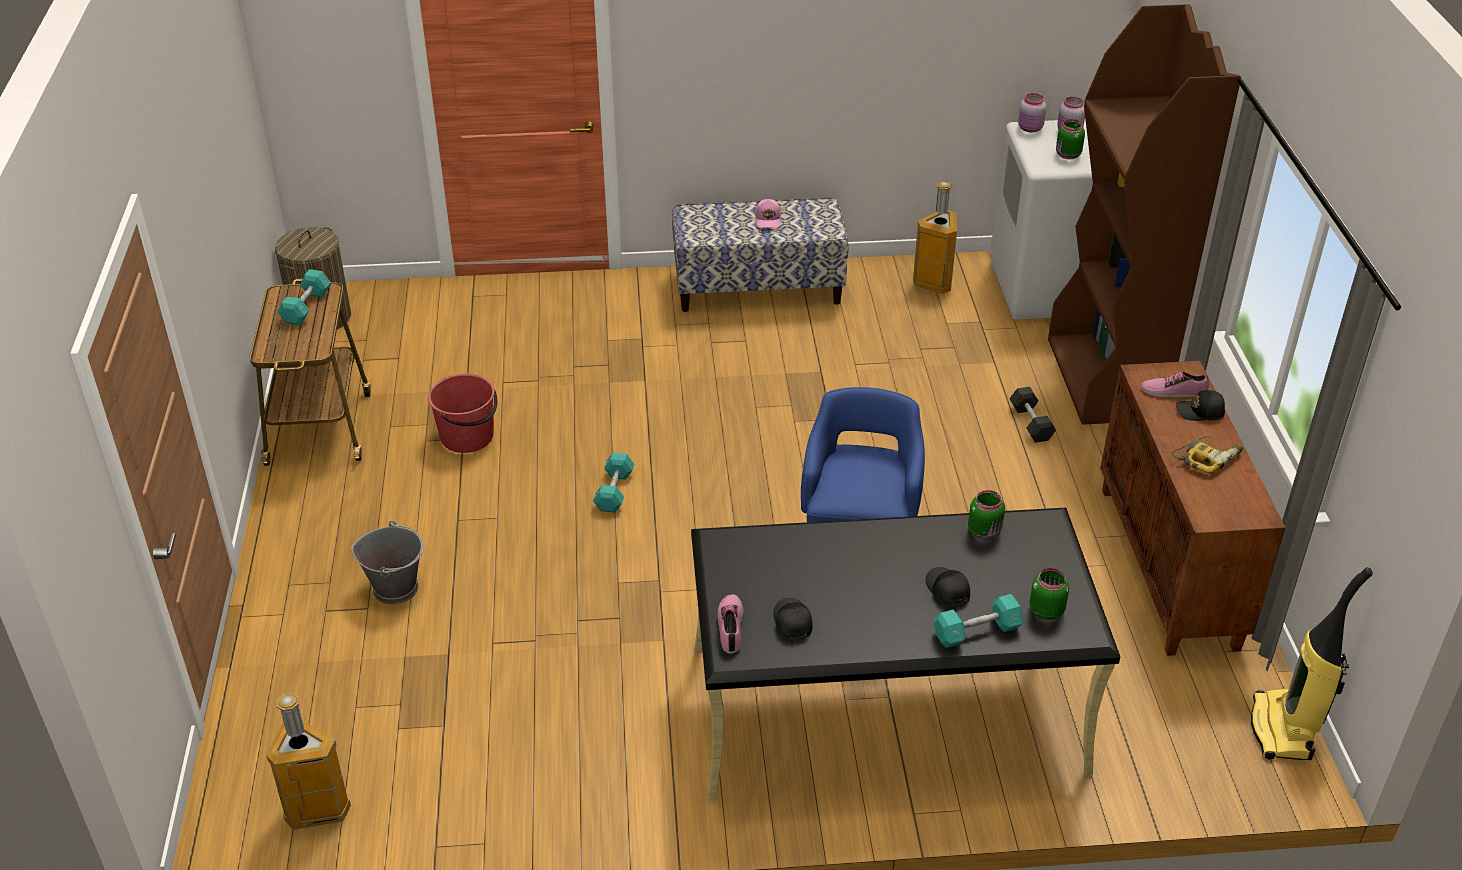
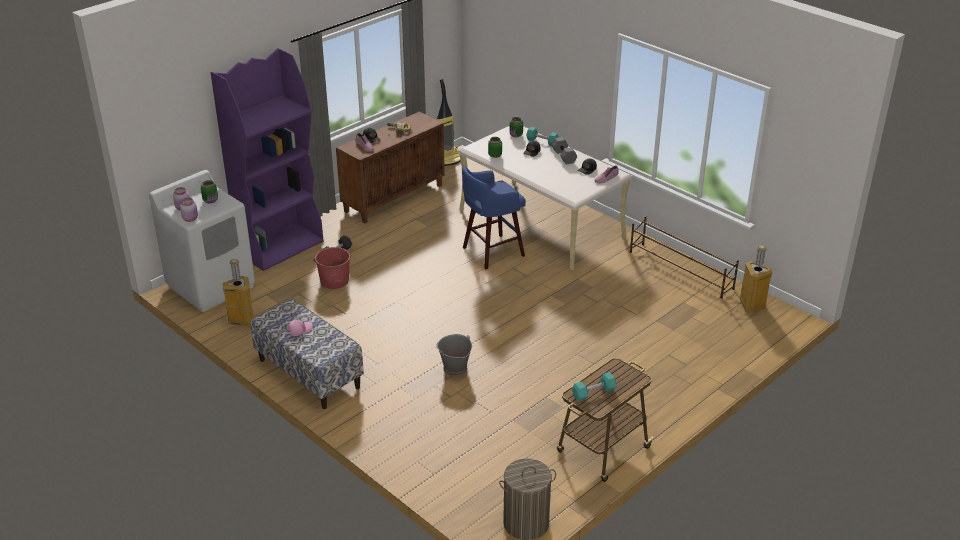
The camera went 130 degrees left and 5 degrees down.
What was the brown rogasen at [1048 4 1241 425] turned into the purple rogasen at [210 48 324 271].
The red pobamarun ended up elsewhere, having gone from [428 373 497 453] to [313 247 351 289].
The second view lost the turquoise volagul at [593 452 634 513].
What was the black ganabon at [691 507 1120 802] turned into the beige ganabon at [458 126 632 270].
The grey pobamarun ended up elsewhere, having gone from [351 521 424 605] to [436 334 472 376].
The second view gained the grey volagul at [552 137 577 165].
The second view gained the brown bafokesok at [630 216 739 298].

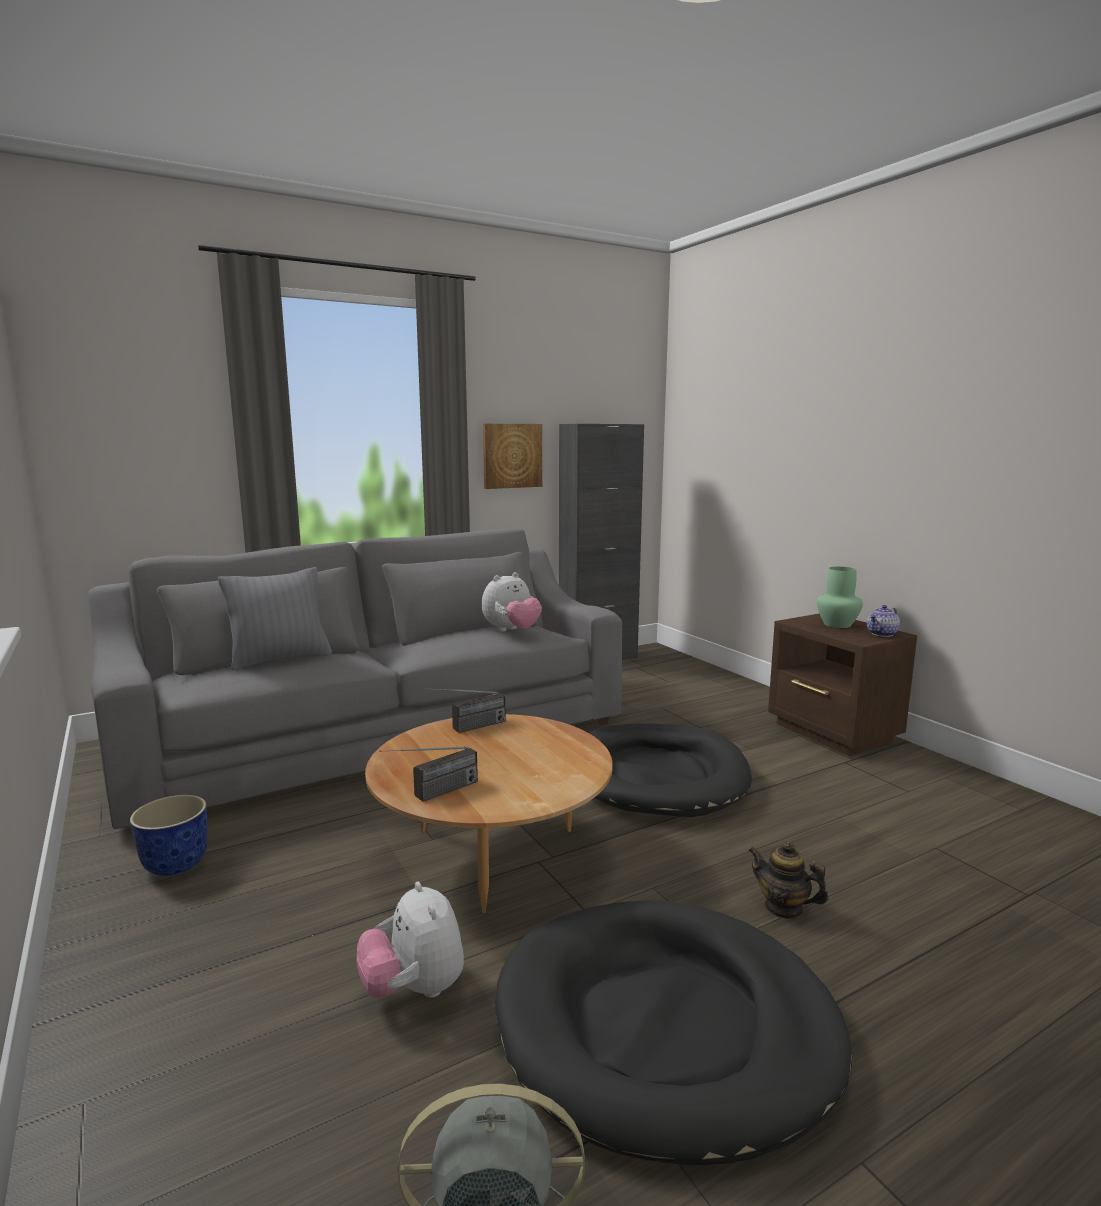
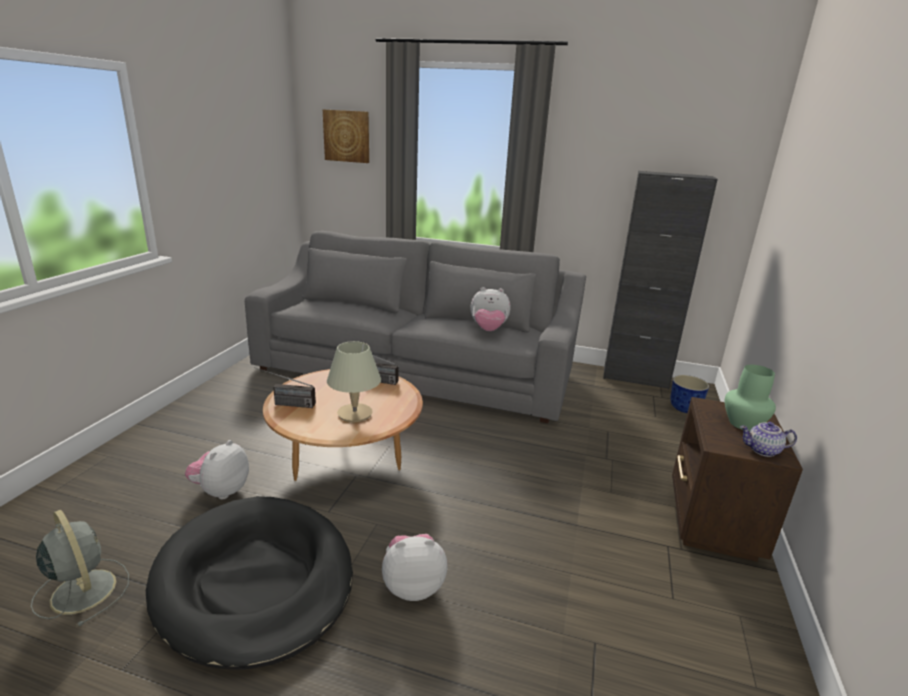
The camera went 45 degrees right and 10 degrees up.
The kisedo ended up elsewhere, having gone from [483 424 542 489] to [323 110 369 163].
The second view lost the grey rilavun at [218 567 332 670].
The second view lost the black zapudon at [589 723 752 817].
The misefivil ended up elsewhere, having gone from [130 795 208 876] to [670 375 709 413].
Where the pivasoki stood at [748 841 828 920], the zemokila came to stand at [382 534 447 601].
The second view gained the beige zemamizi at [327 341 381 422].

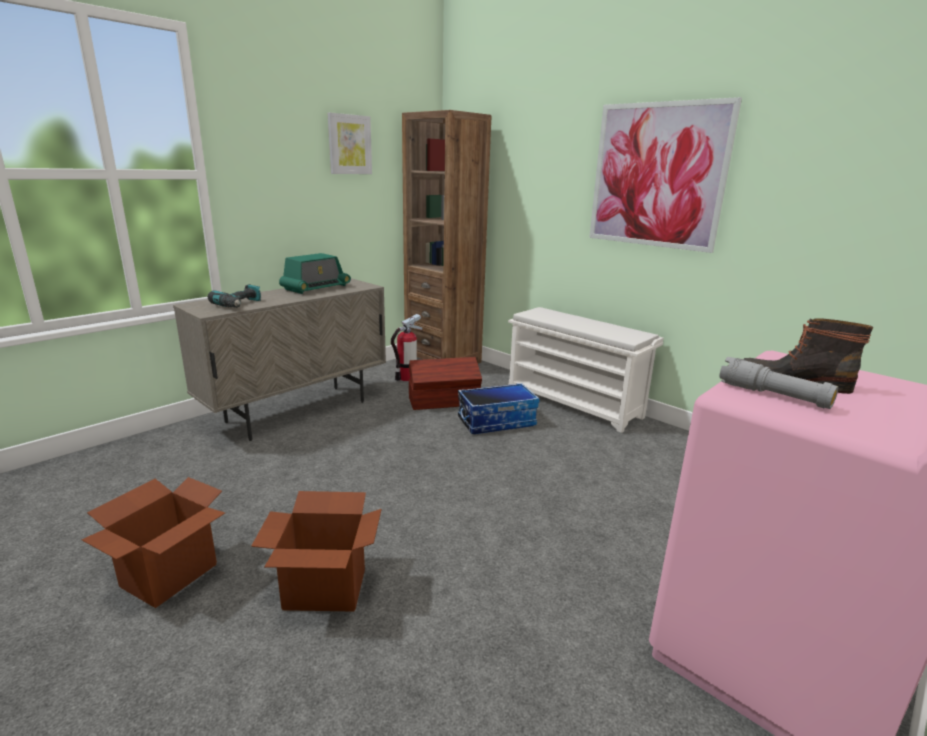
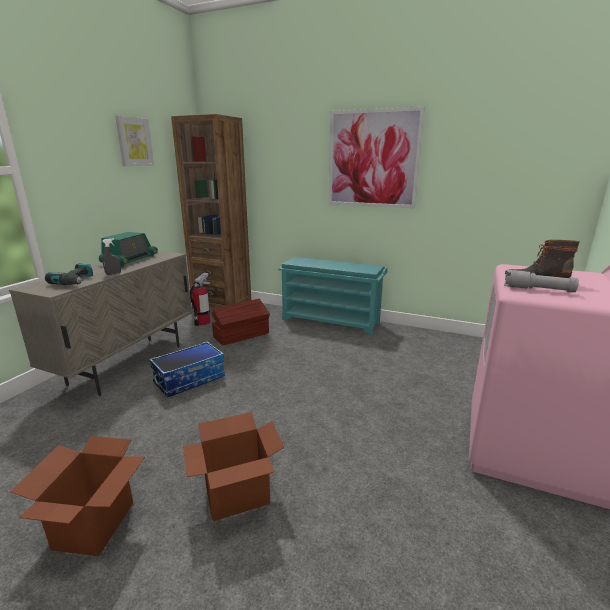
The camera went 20 degrees left and 0 degrees up.
What was the white bafokesok at [508 307 664 433] turned into the turquoise bafokesok at [278 257 388 335].
The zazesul ended up elsewhere, having gone from [458 383 540 434] to [149 341 225 397].
The second view gained the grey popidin at [102 238 121 275].

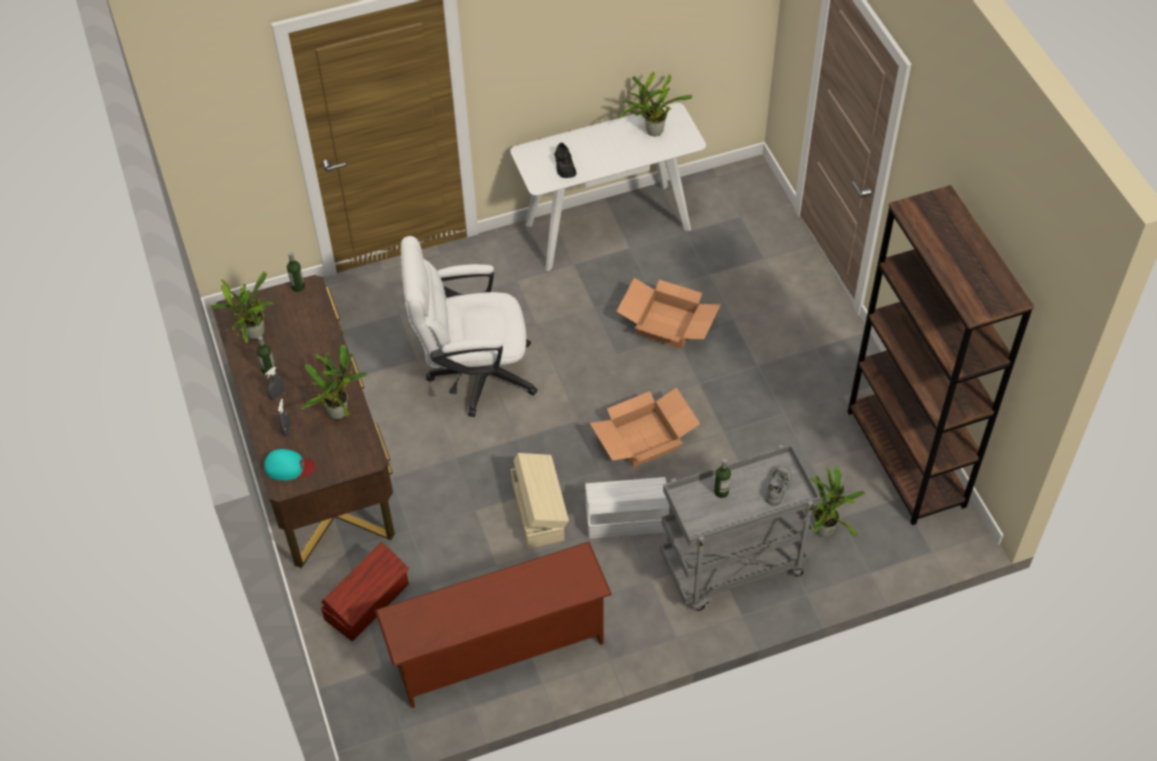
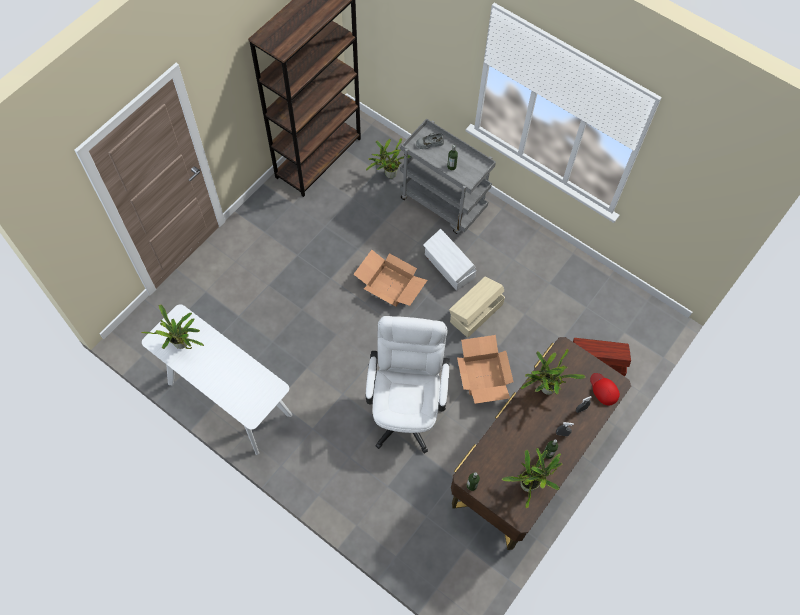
The camera went 125 degrees left and 10 degrees up.
The second view lost the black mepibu at [554 143 576 178].
The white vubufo at [401 236 538 417] ended up facing another way, 135 degrees counterclockwise from before.
The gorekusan ended up elsewhere, having gone from [616 278 720 349] to [457 335 514 404].
What was the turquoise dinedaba at [264 449 316 480] turned into the red dinedaba at [590 373 620 405].
The second view lost the brown bafokesok at [375 542 612 708].

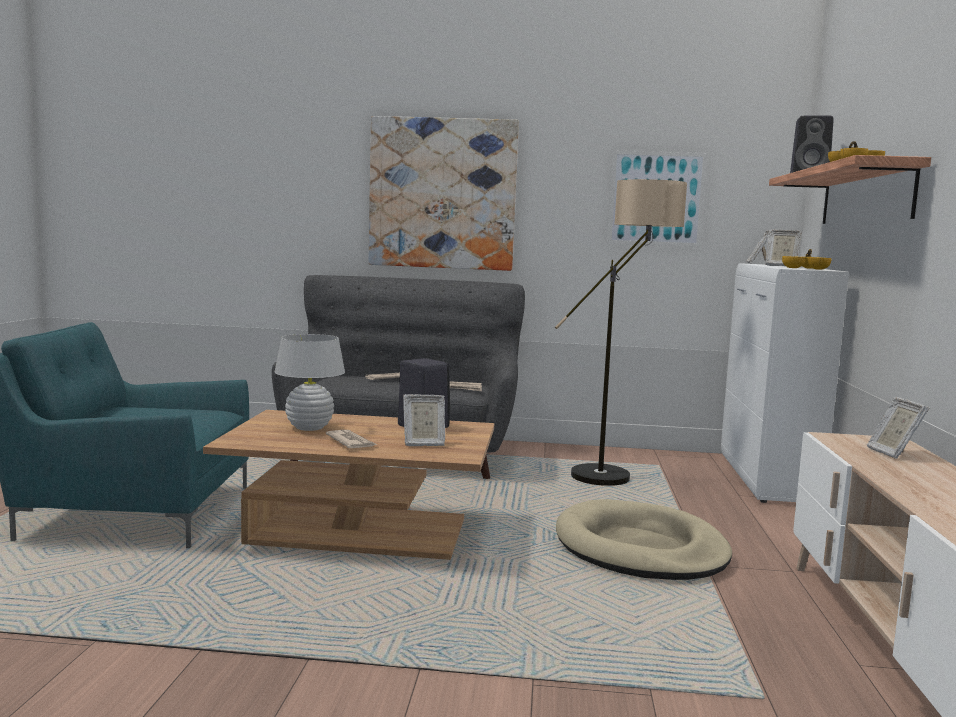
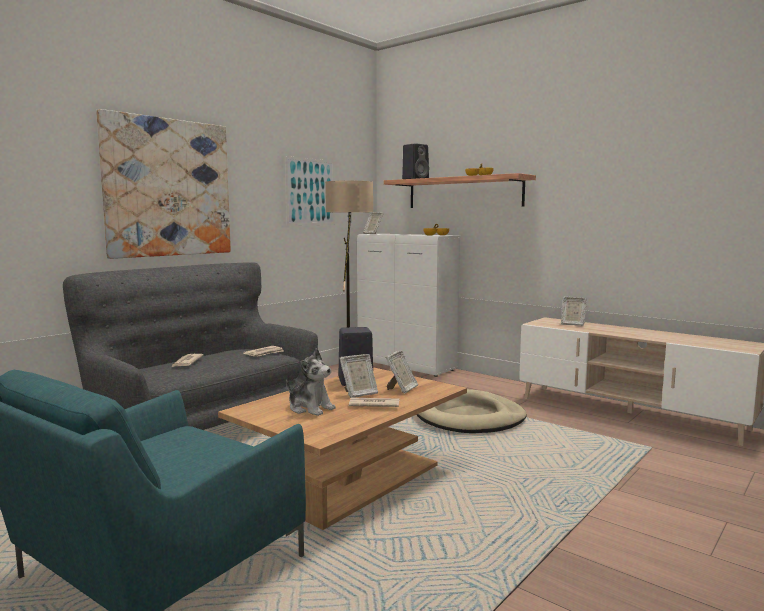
The camera went 55 degrees left and 0 degrees up.
The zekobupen ended up elsewhere, having gone from [765 230 802 266] to [339 354 378 398].
Where the white zemamizi stood at [274 334 345 431], the zemokila came to stand at [286 348 336 416].

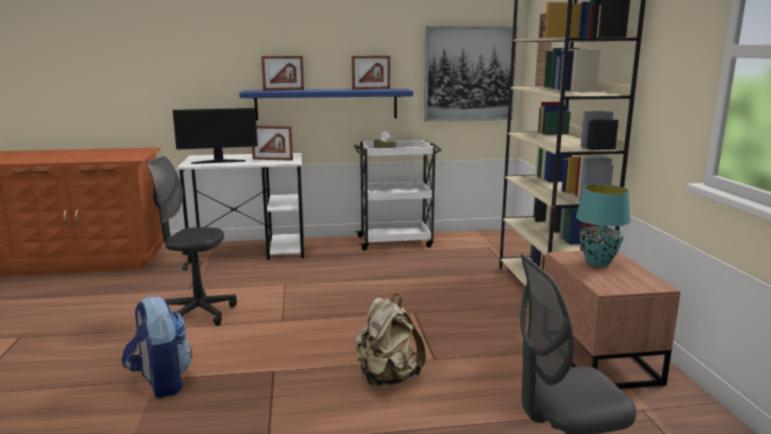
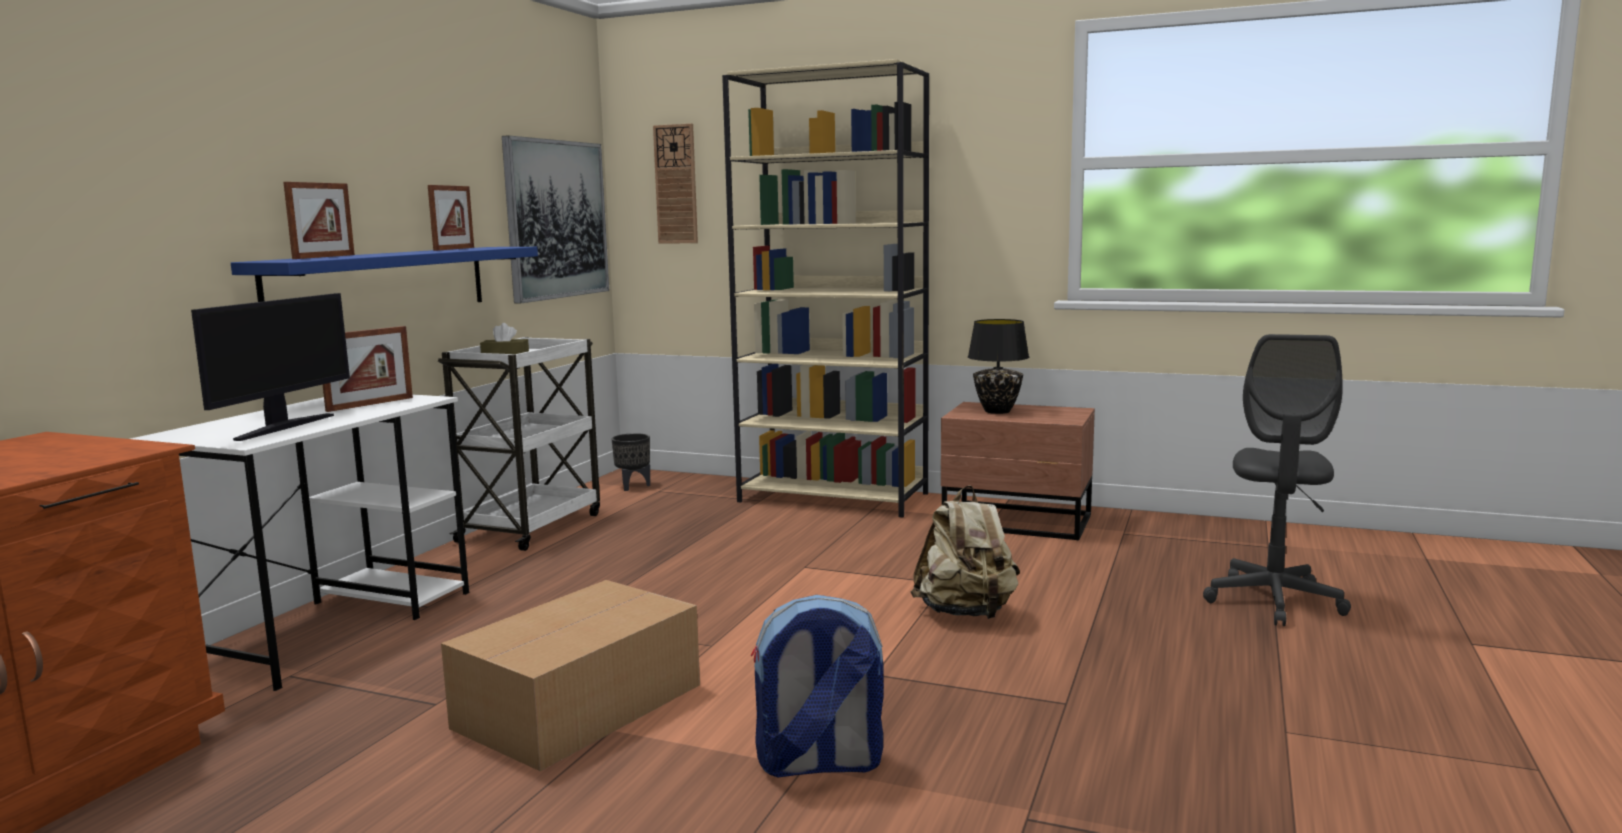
The camera went 60 degrees left and 5 degrees down.
Where the black vubufo stood at [147 156 237 326], the gorekusan came to stand at [441 580 700 771].
What was the turquoise zemamizi at [576 184 631 267] turned into the black zemamizi at [968 319 1029 414].
The second view gained the black misefivil at [612 433 650 491].

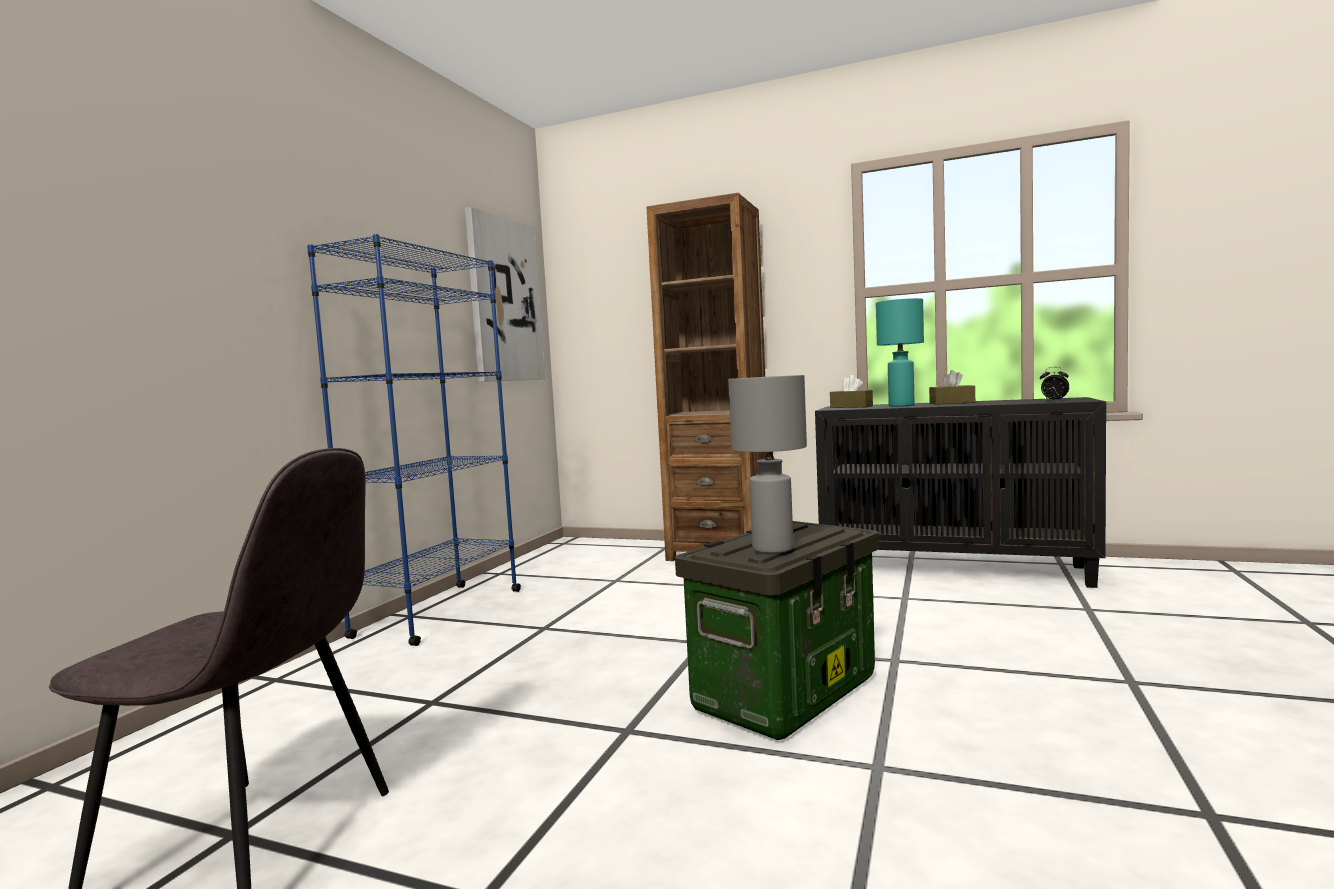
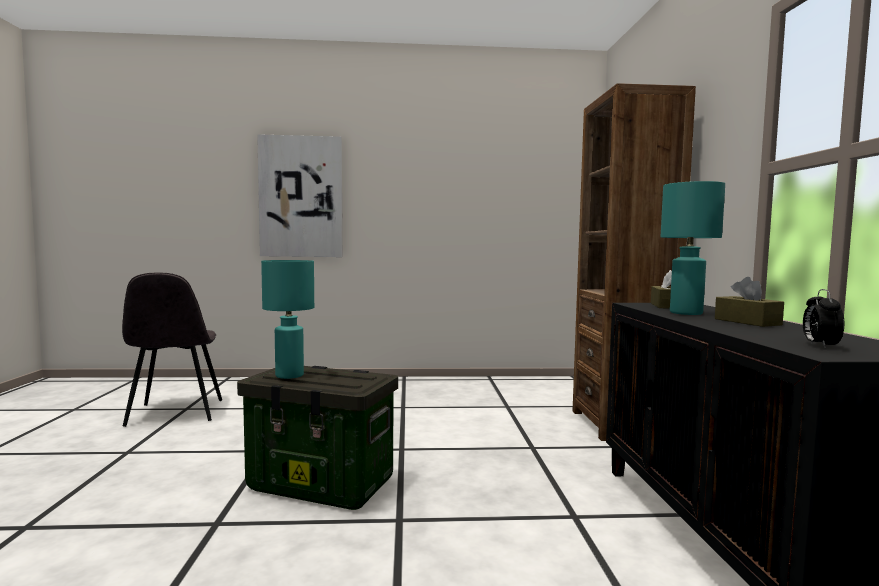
The camera went 65 degrees right and 0 degrees up.
The kisedo ended up elsewhere, having gone from [465 207 545 382] to [257 134 342 257].
The second view lost the blue rogasen at [307 234 521 646].
What was the grey zemamizi at [728 375 807 553] turned into the turquoise zemamizi at [261 260 314 379].

